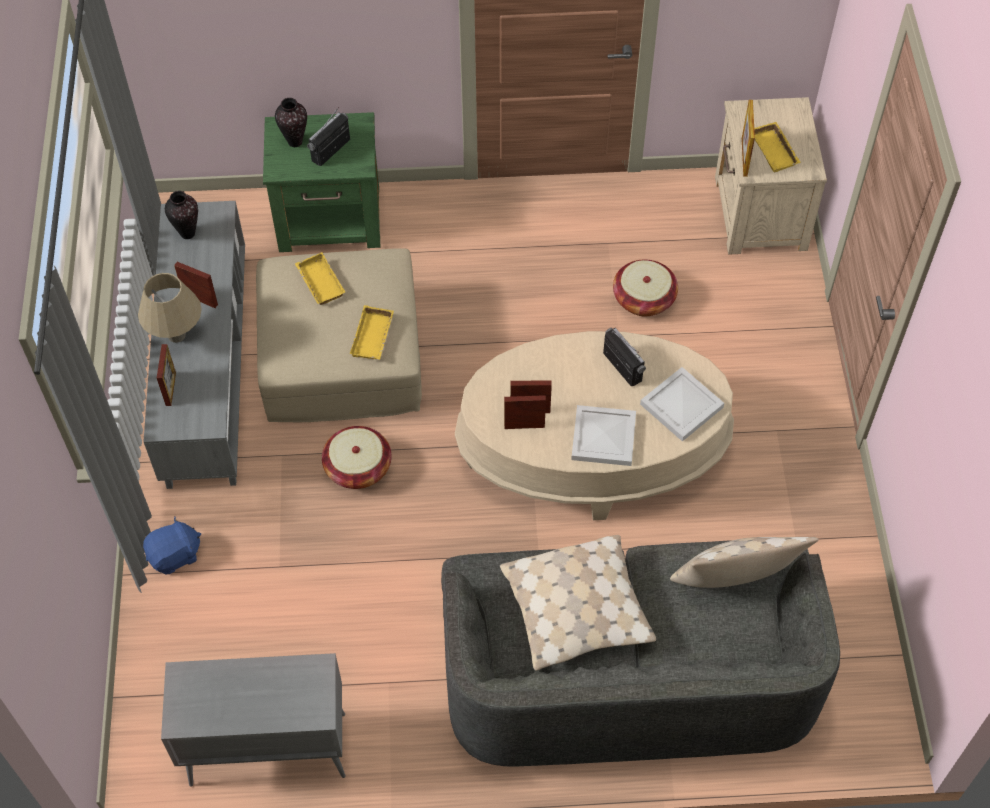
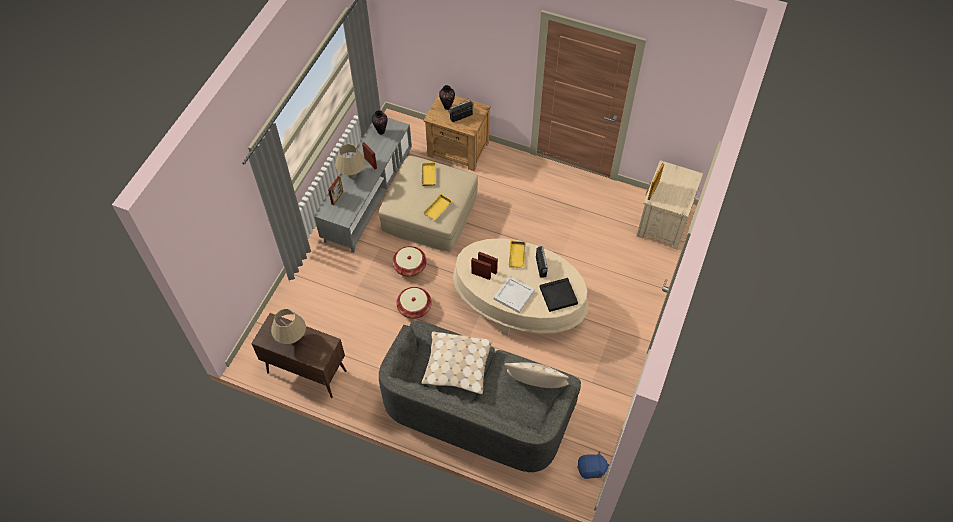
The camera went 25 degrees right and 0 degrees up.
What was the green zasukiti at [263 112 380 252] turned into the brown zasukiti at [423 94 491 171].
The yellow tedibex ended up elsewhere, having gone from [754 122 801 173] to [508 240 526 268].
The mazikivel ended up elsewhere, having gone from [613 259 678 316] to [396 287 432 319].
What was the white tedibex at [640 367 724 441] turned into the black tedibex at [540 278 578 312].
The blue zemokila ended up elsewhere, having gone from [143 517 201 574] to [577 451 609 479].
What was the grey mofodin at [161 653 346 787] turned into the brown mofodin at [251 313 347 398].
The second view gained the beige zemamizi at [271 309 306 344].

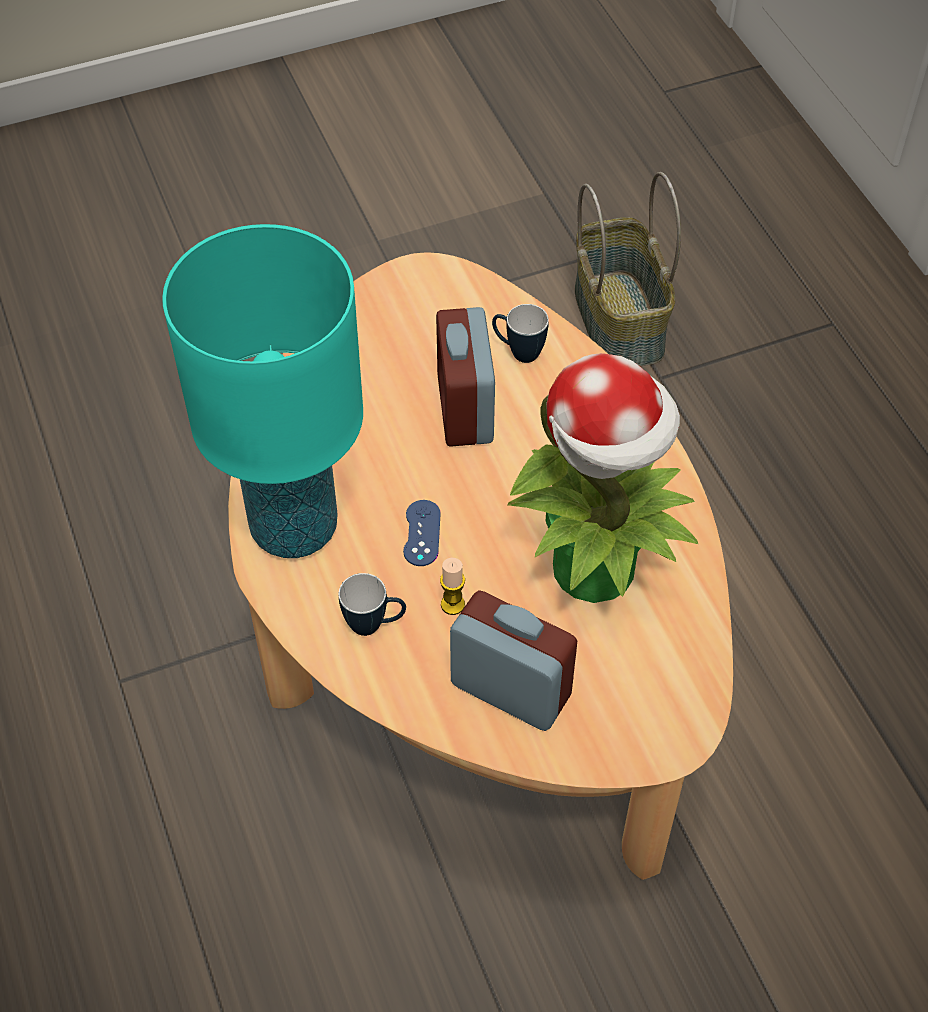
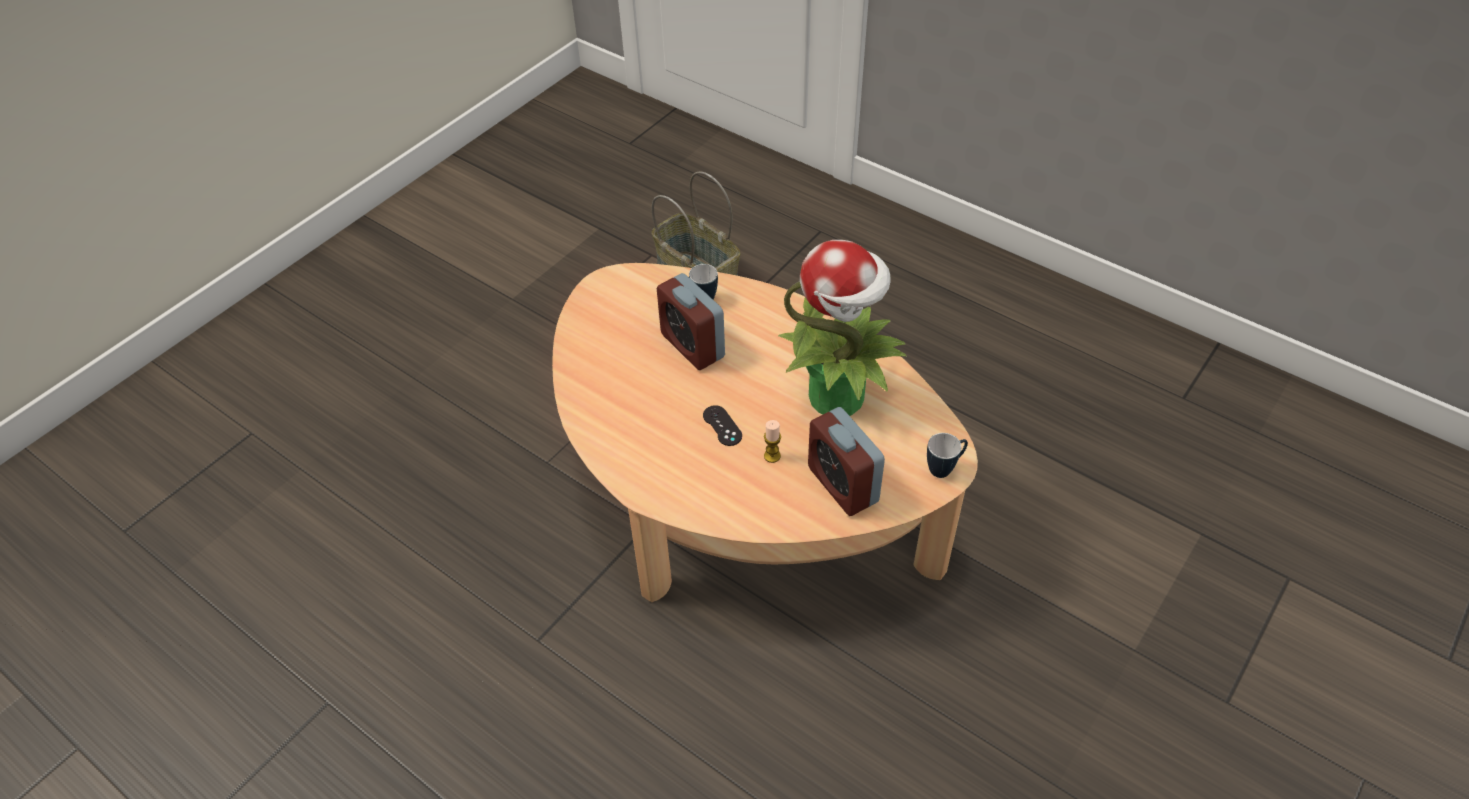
The camera went 30 degrees left and 5 degrees down.
The second view lost the turquoise zemamizi at [162 224 363 558].
What was the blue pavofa at [403 500 441 566] turned into the black pavofa at [703 405 742 446].
The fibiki ended up elsewhere, having gone from [339 573 406 636] to [927 433 968 478].
The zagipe at [450 590 577 731] ended up facing another way, 120 degrees counterclockwise from before.

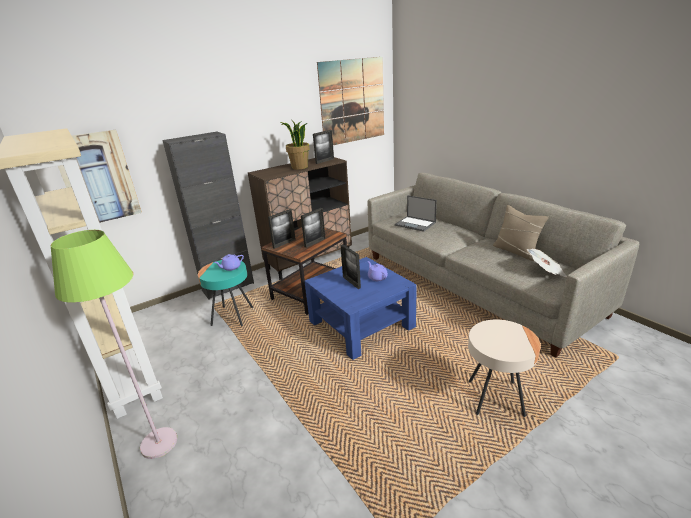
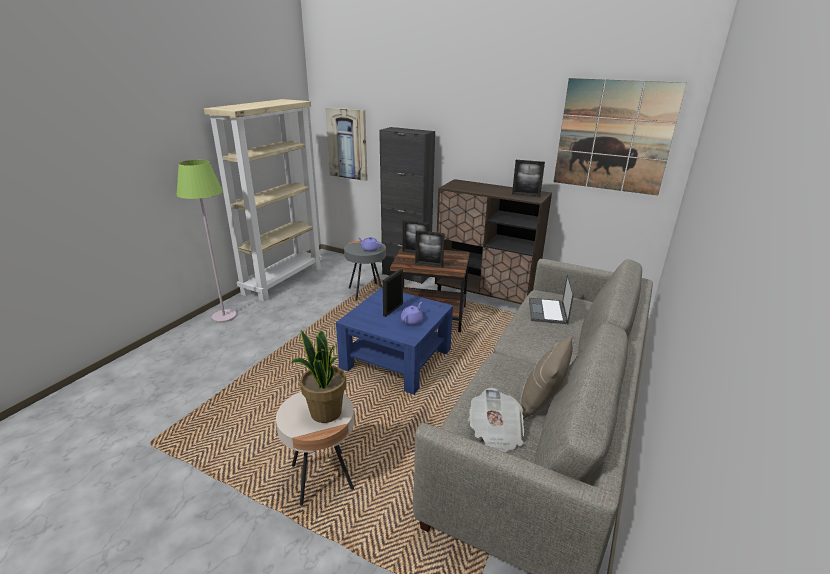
The camera went 60 degrees right and 0 degrees up.
The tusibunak ended up elsewhere, having gone from [280 119 310 170] to [290 330 346 423].
What was the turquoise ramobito at [198 260 253 326] turned into the grey ramobito at [344 240 386 301].

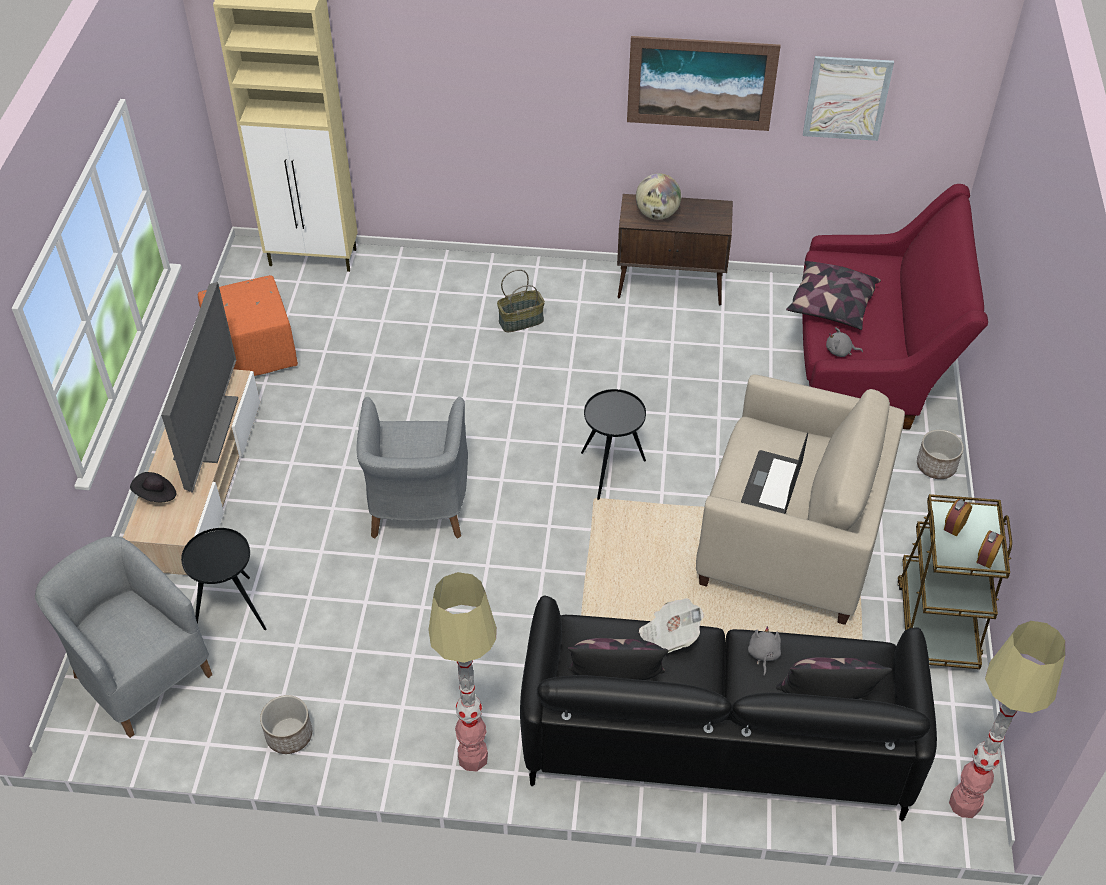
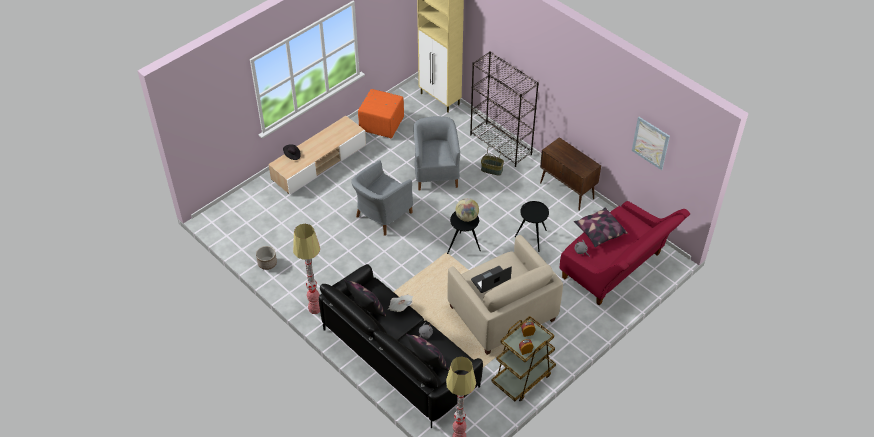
The camera went 40 degrees right and 0 degrees up.
The second view lost the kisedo at [627 36 781 131].
The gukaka ended up elsewhere, having gone from [636 173 681 220] to [455 198 479 222].
The second view lost the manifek at [161 282 238 492].
The second view lost the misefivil at [917 430 964 479].
The black ramobito ended up elsewhere, having gone from [181 528 266 630] to [515 201 549 252].
The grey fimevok ended up elsewhere, having gone from [35 536 213 738] to [414 116 460 190].
The second view gained the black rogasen at [470 51 539 167].

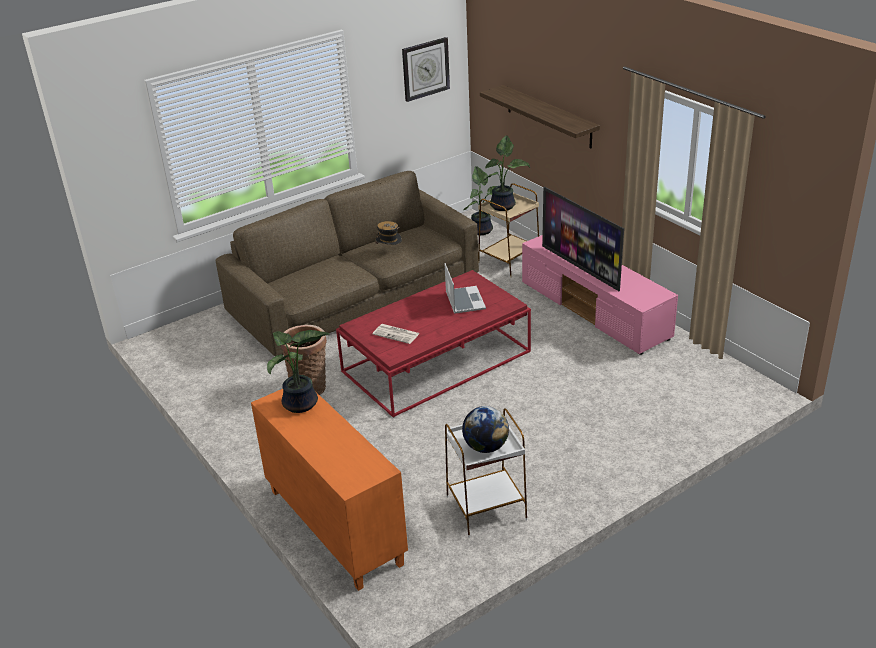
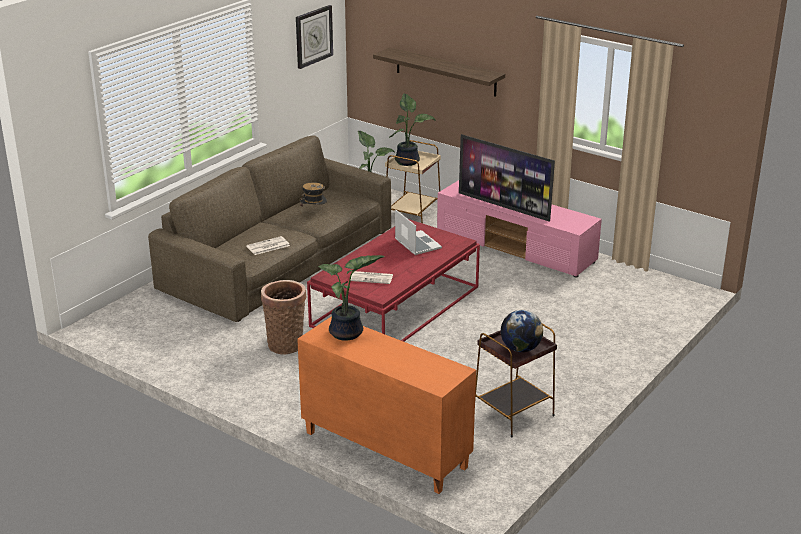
The camera went 20 degrees left and 5 degrees down.
What was the white ramobito at [445 408 527 538] turned into the brown ramobito at [475 324 557 437].
The second view gained the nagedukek at [246 236 290 255].

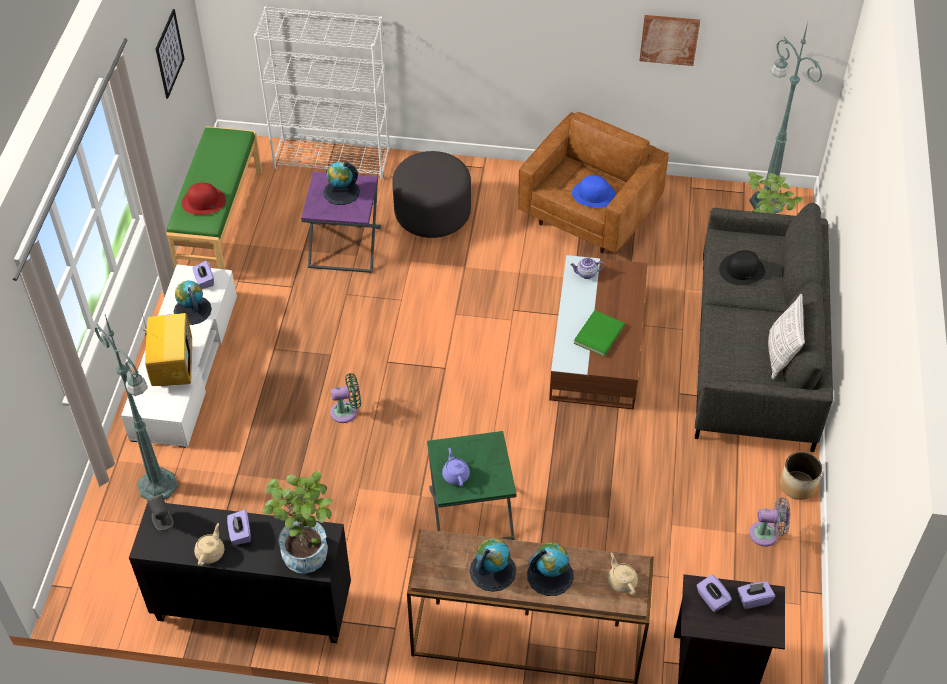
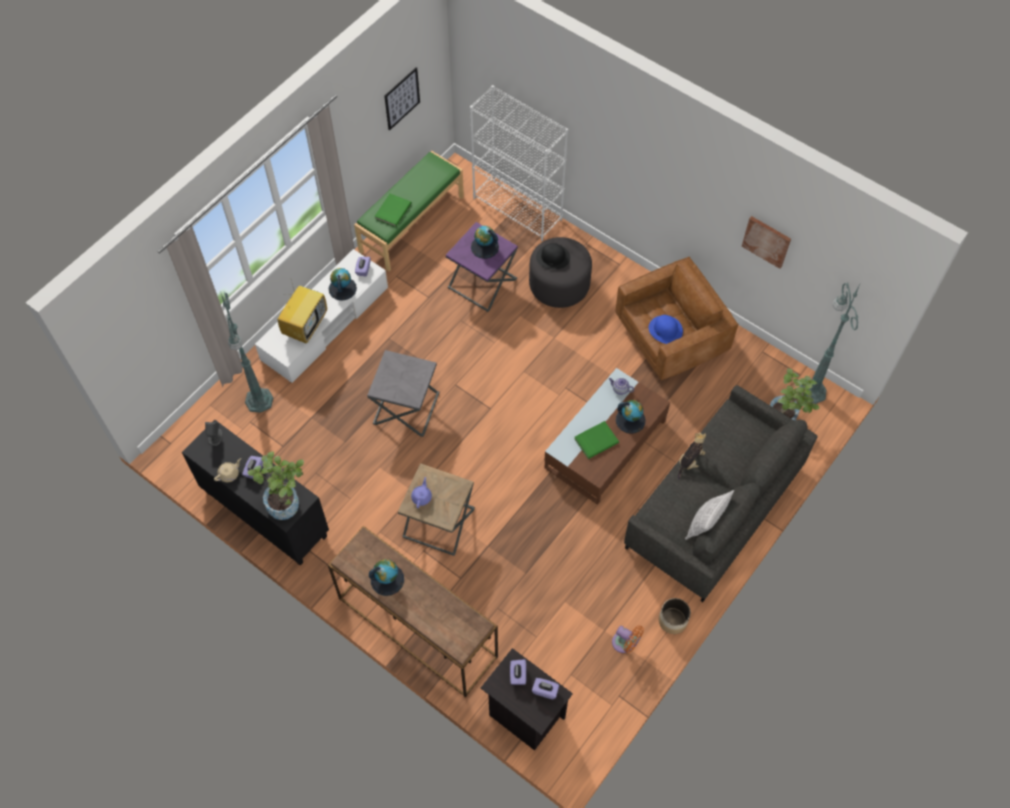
The camera went 30 degrees right and 10 degrees up.
Where the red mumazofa stood at [182 183 226 215], the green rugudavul came to stand at [374 194 412 227].
The black mumazofa ended up elsewhere, having gone from [719 250 765 285] to [536 243 570 269].
Where the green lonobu stood at [330 373 361 423], the grey ramobito came to stand at [367 350 440 437].
What was the green ramobito at [427 431 516 540] turned into the brown ramobito at [398 463 475 556].
What was the grey lonobu at [749 497 790 547] turned into the orange lonobu at [612 625 644 653].
The gukaka ended up elsewhere, having gone from [527 542 574 596] to [616 400 646 434].
The second view lost the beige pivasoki at [607 553 638 595].
The second view gained the zemokila at [678 433 706 479].

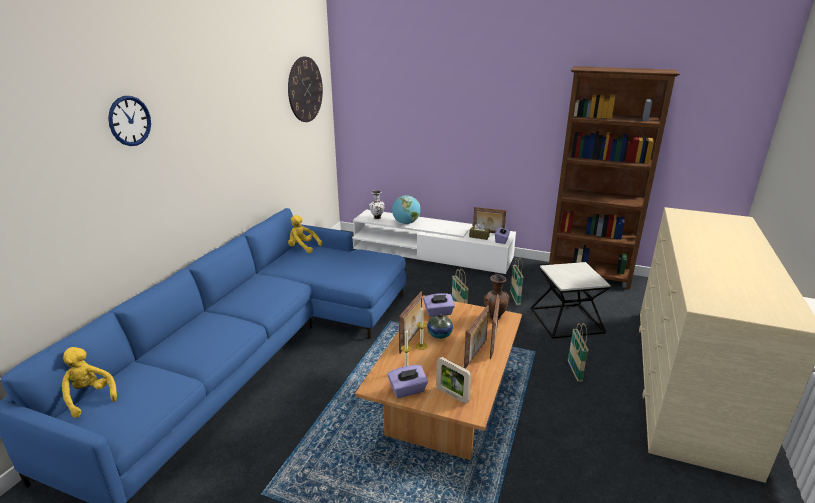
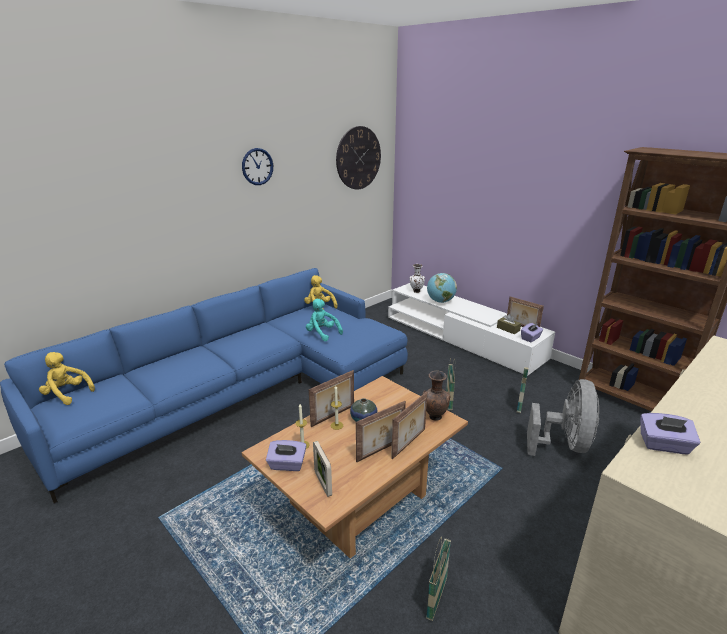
The camera went 25 degrees right and 0 degrees up.
The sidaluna ended up elsewhere, having gone from [108 96 151 146] to [242 148 273 185].
Where the ramobito stood at [531 262 610 339], the grey lonobu came to stand at [527 379 599 456].
The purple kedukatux ended up elsewhere, having gone from [423 293 455 317] to [640 413 700 455].
The mazikivel ended up elsewhere, having gone from [568 323 588 381] to [426 536 451 621].
The yellow zemokila at [62 347 117 418] ended up facing another way, 45 degrees counterclockwise from before.
The second view gained the turquoise zemokila at [306 299 343 341].

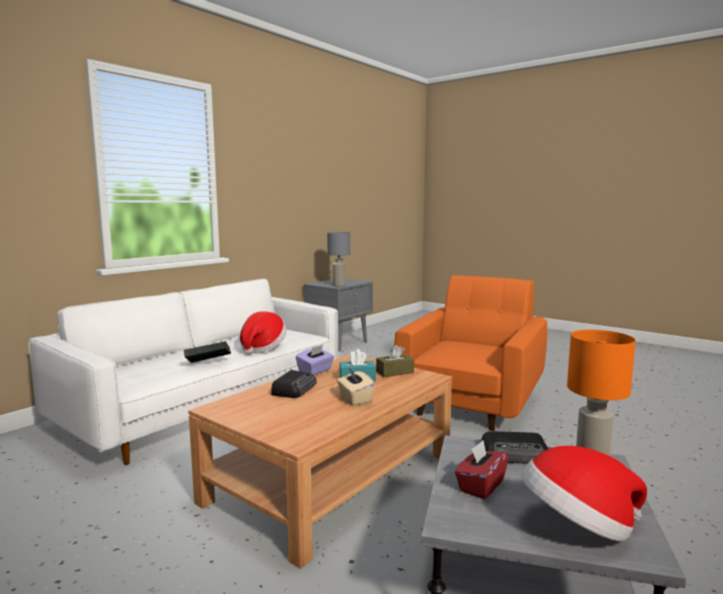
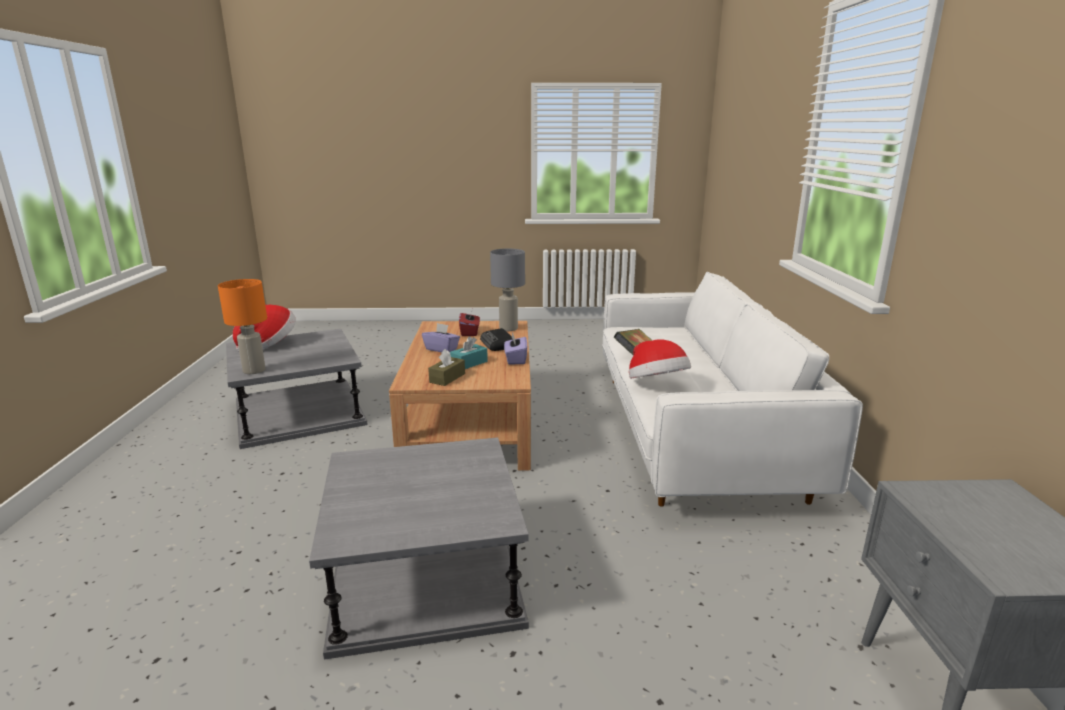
The camera went 140 degrees right and 10 degrees up.
The grey zemamizi ended up elsewhere, having gone from [327 232 350 287] to [490 249 525 331].
Where the orange fimevok stood at [394 275 547 431], the grey ramobito came to stand at [309 437 529 660].
What was the beige kedukatux at [337 368 375 406] turned into the purple kedukatux at [422 323 460 352].
The second view lost the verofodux at [481 431 548 464].
The red kedukatux ended up elsewhere, having gone from [455 441 509 499] to [459 309 480 336].

